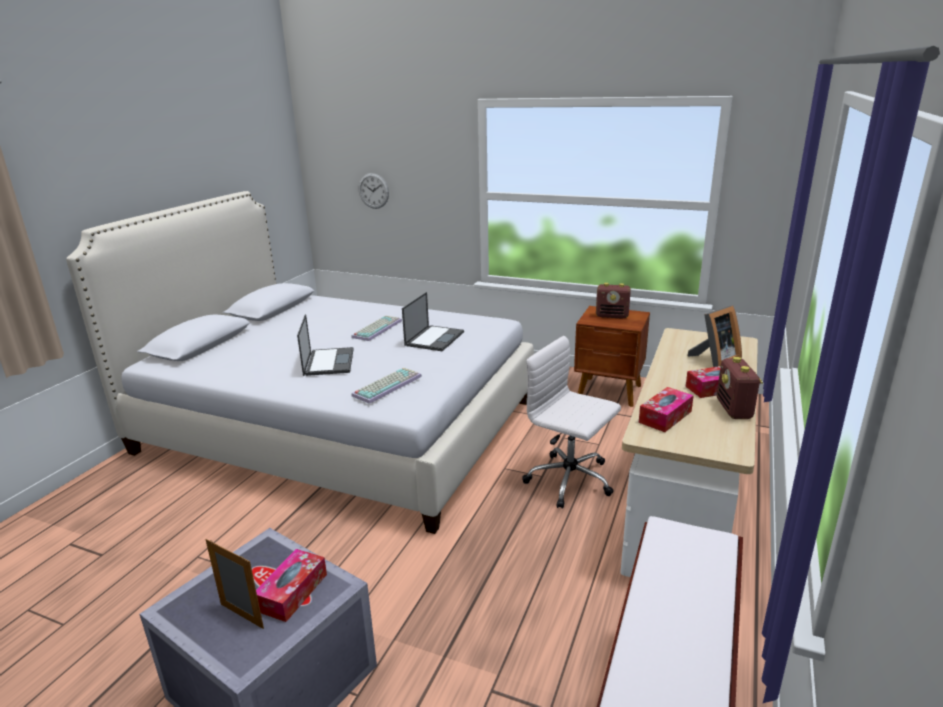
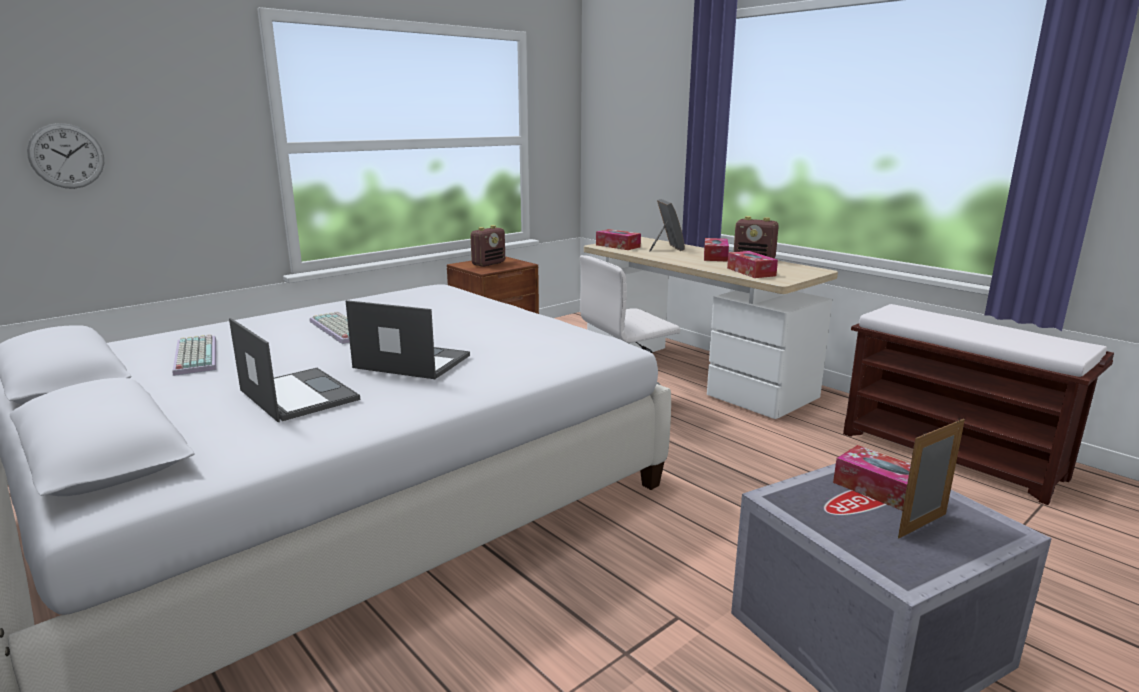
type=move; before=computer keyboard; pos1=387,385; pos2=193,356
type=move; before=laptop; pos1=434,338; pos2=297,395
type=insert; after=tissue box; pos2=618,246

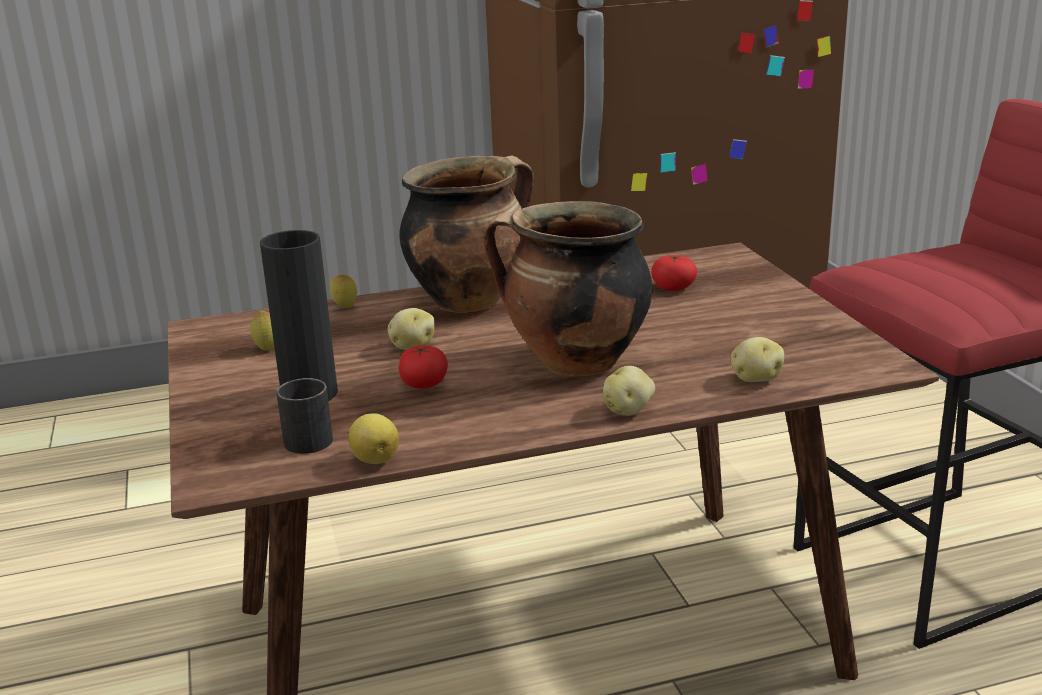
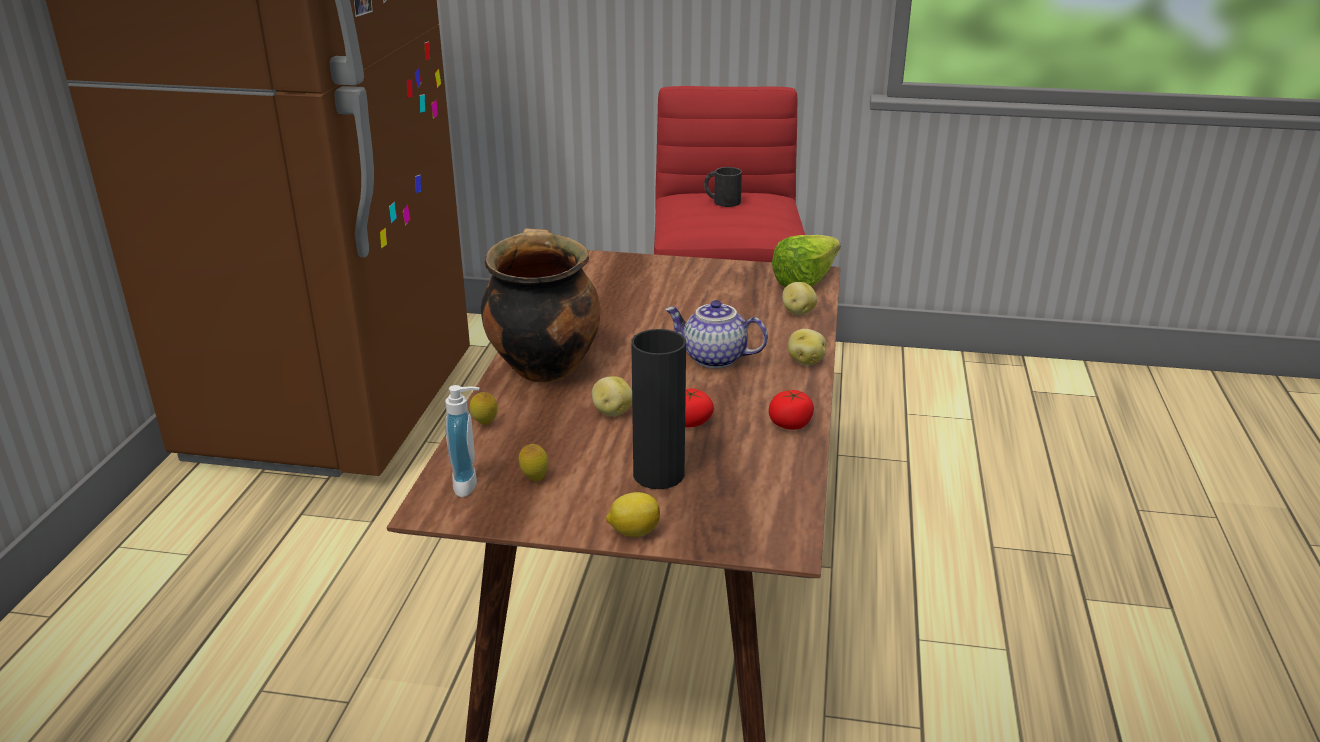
type=insert; after=liquid soap bottle; pos2=470,484
type=move; before=whole lemon; pos1=375,459; pos2=633,531
type=replace; before=stockpot; after=pot for tea; pos1=574,363; pos2=713,359
type=move; before=mug (black); pos1=309,436; pos2=721,201
type=move; before=fresh tomato; pos1=673,287; pos2=790,423
type=insert; after=lettuce; pos2=810,280

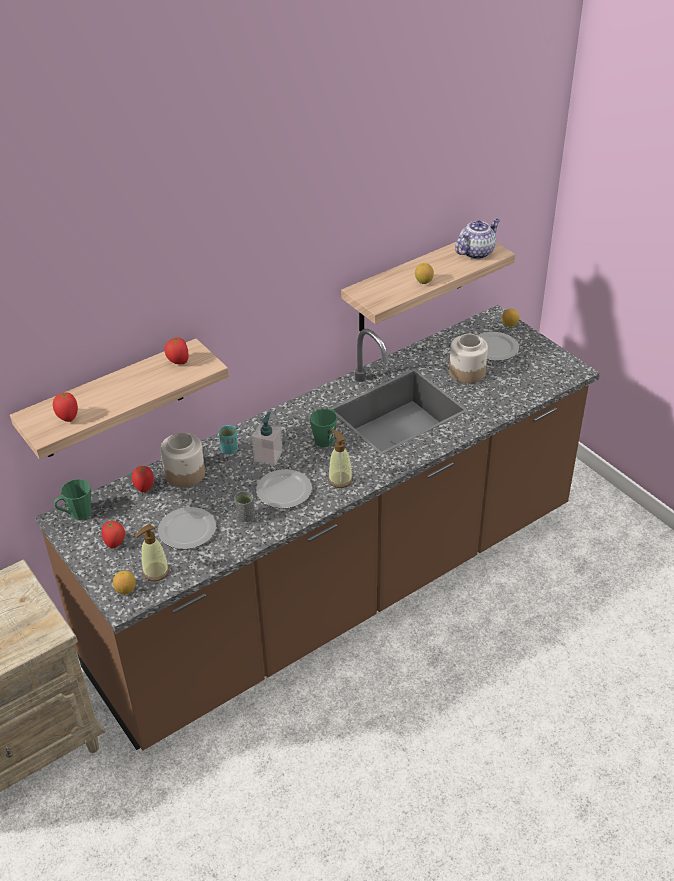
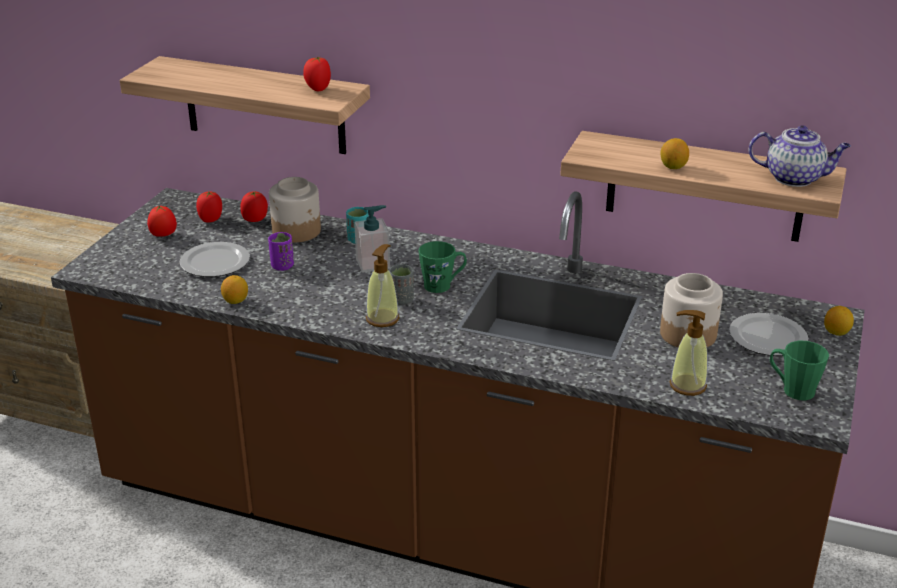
type=move; before=fresh tomato; pos1=67,417; pos2=211,219
type=move; before=whole lemon; pos1=125,590; pos2=235,301
type=insert; after=cup (purple-coloured); pos2=282,266
type=move; before=cup (greyish); pos1=245,517; pos2=401,300
type=move; before=liquid soap bottle; pos1=155,571; pos2=687,385
type=move; before=mug (green); pos1=77,514; pos2=792,389
type=delete; before=dinner plate; pos1=285,490

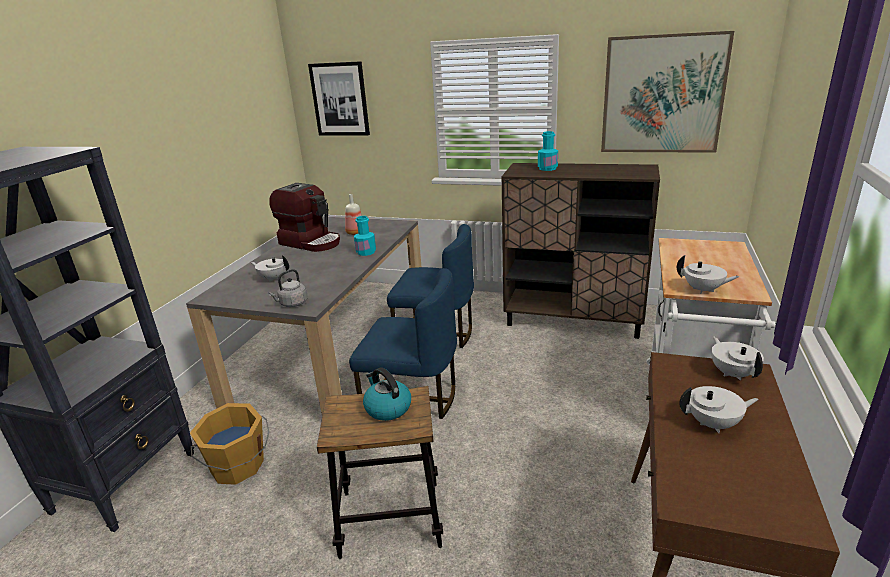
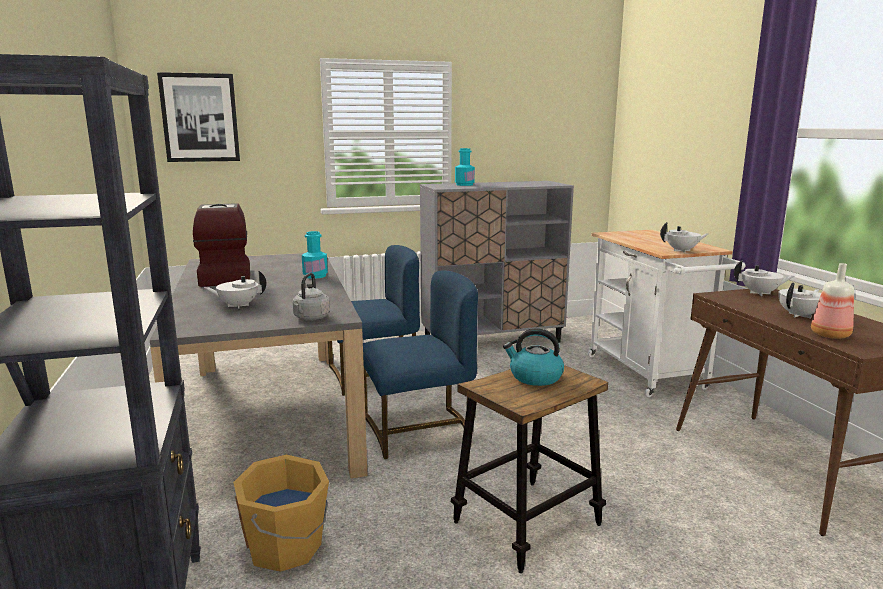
type=rotate; before=coffee brewer; pos1=311,242; pos2=224,277; turn=-105
type=recolor; before=cupboard (brown-coloured); after=cupboard (greyish); pos1=573,320; pos2=492,340
type=rotate; before=pot for tea (white); pos1=733,373; pos2=760,293; turn=150
type=move; before=drink bottle; pos1=355,233; pos2=830,335
type=delete; before=wall art; pos1=662,95

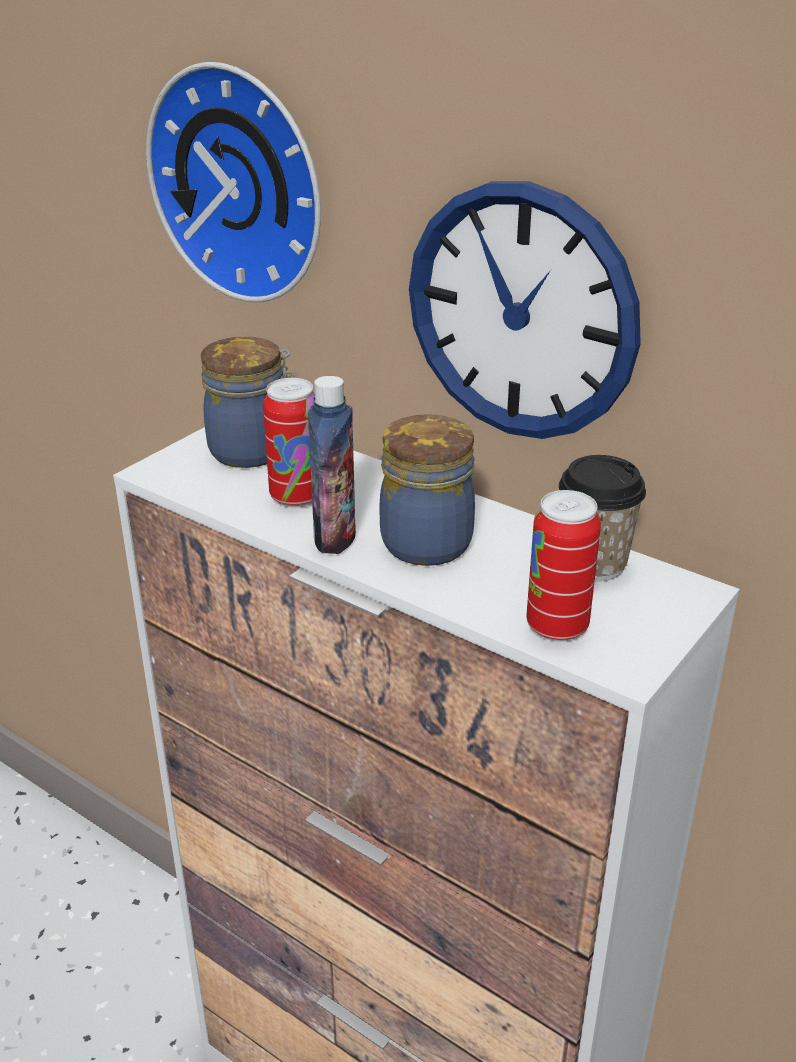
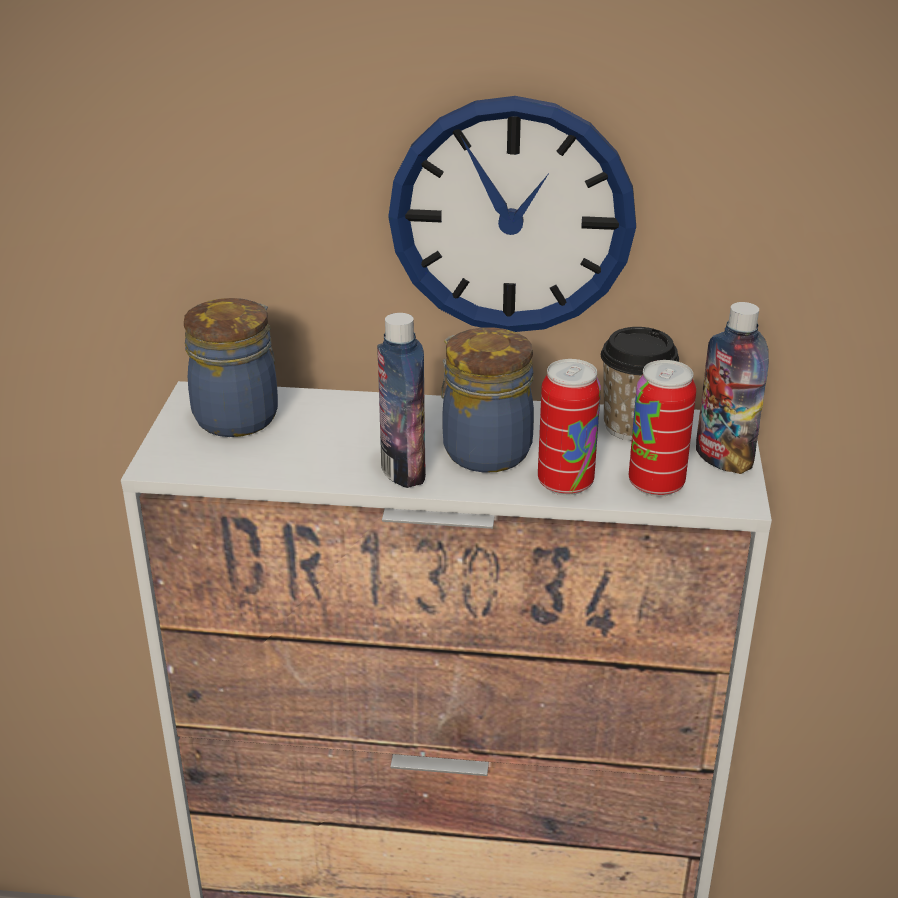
type=move; before=sealed can; pos1=296,497; pos2=565,483
type=insert; after=drink bottle; pos2=723,458
type=delete; before=hanging clock; pos1=244,183

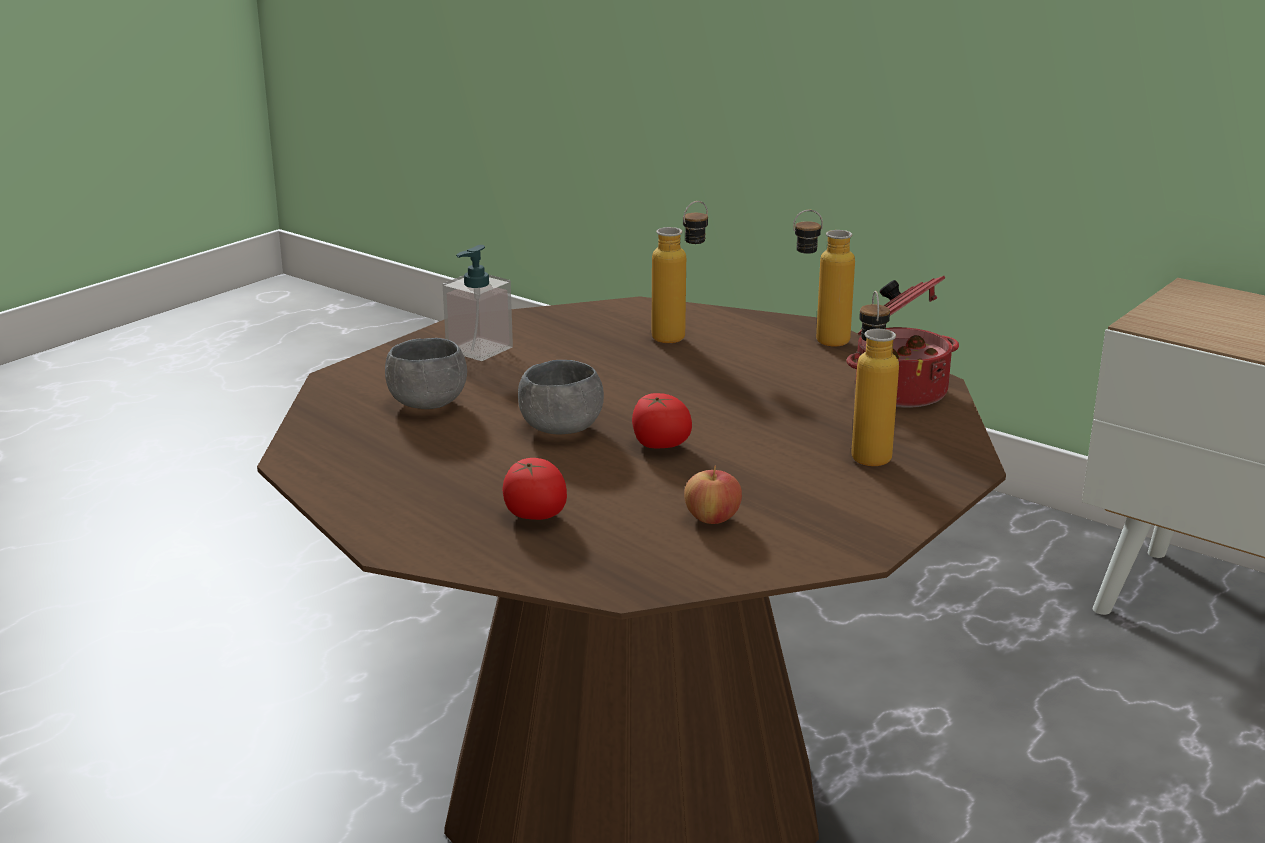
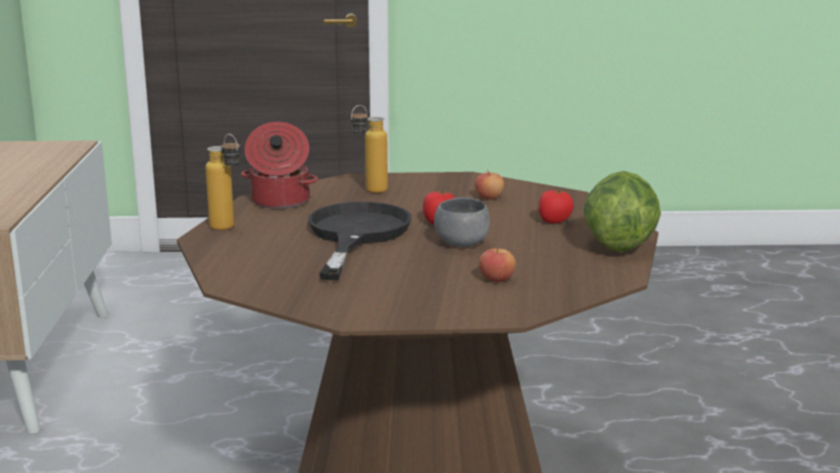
type=insert; after=frying pan (black); pos2=355,235
type=replace; before=deep dish (greyish); after=whole apple; pos1=427,403; pos2=496,279
type=insert; after=lettuce; pos2=618,245
type=delete; before=liquid soap bottle; pos1=479,349
type=delete; before=drink bottle; pos1=680,335

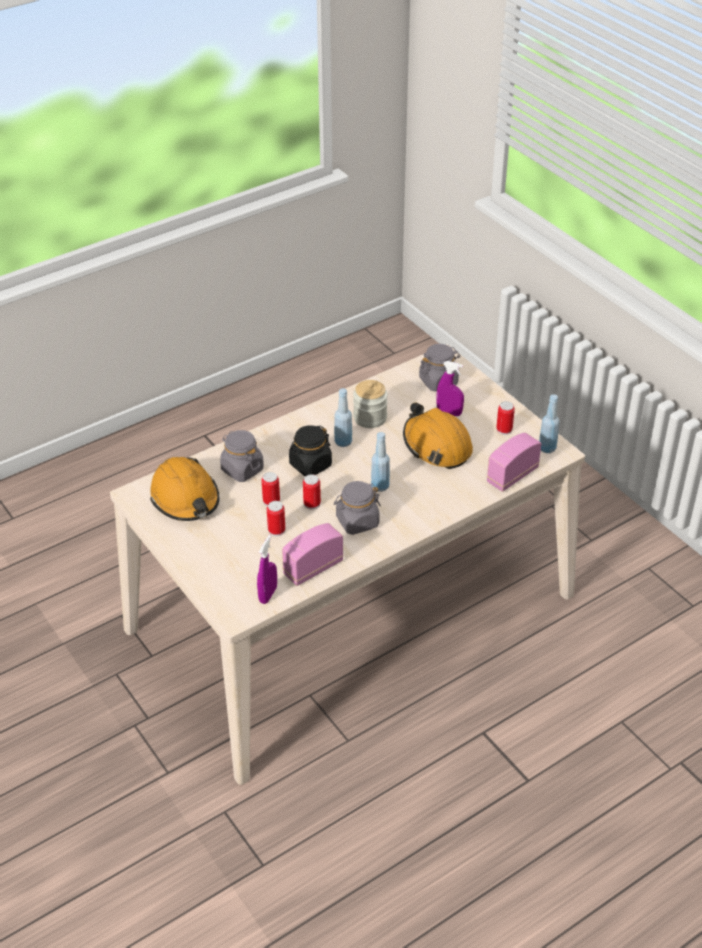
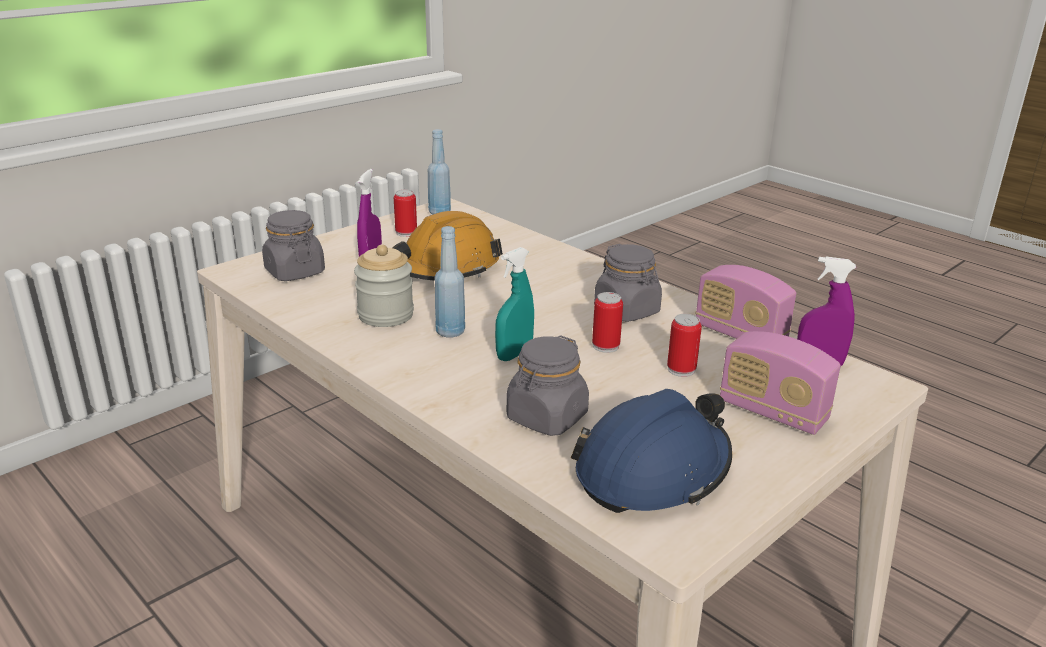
type=replace; before=storage jar (black); after=sprayer (blue-green); pos1=310,465; pos2=514,354
type=recolor; before=hard hat (orangey); after=hard hat (bluish); pos1=185,499; pos2=653,471
type=move; before=radio set; pos1=512,476; pos2=772,412
type=delete; before=sealed can; pos1=271,501
type=delete; before=drink bottle (bluish); pos1=380,486

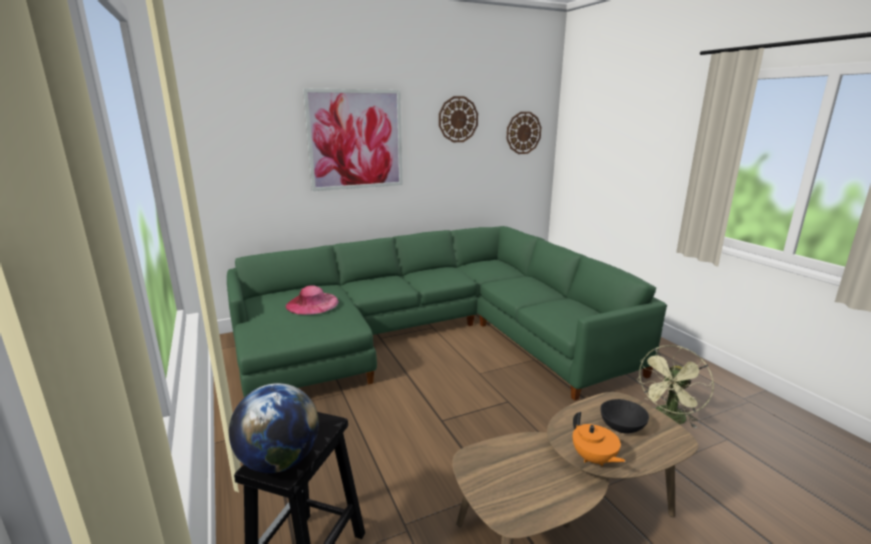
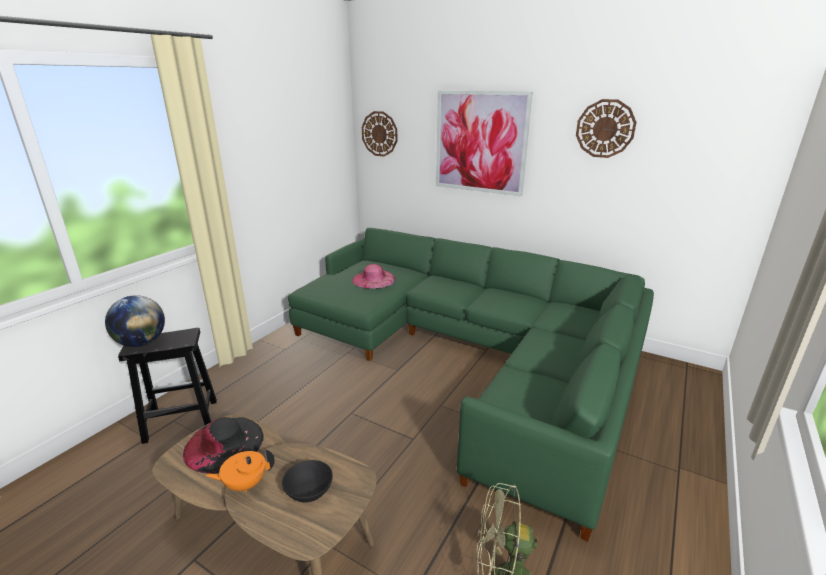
type=insert; after=clothing hat (black); pos2=224,444
type=rotate; before=pot for tea (orangey); pos1=593,459; pos2=245,483; turn=45
type=move; before=hanging clock; pos1=523,133; pos2=379,134

